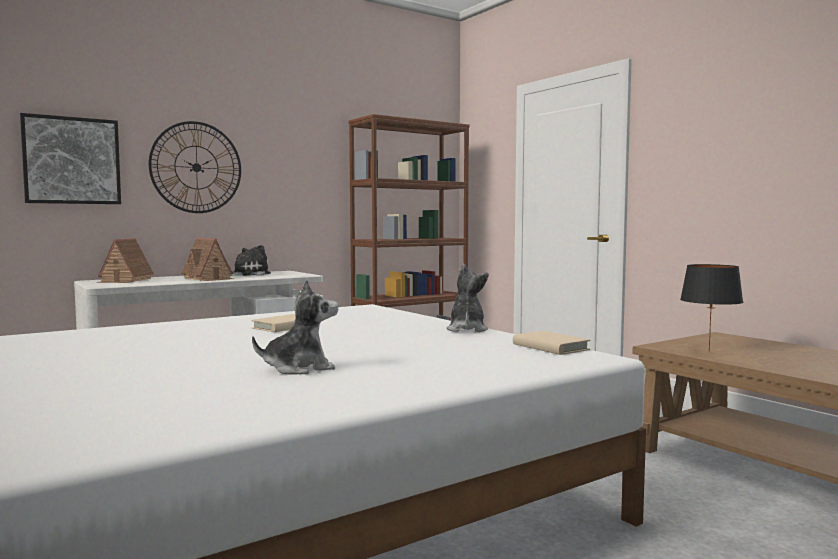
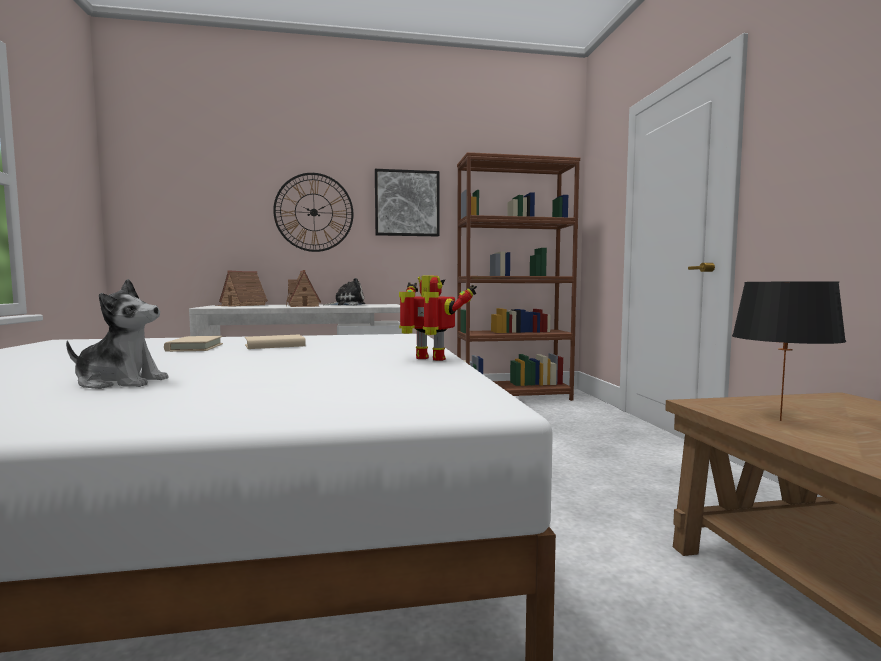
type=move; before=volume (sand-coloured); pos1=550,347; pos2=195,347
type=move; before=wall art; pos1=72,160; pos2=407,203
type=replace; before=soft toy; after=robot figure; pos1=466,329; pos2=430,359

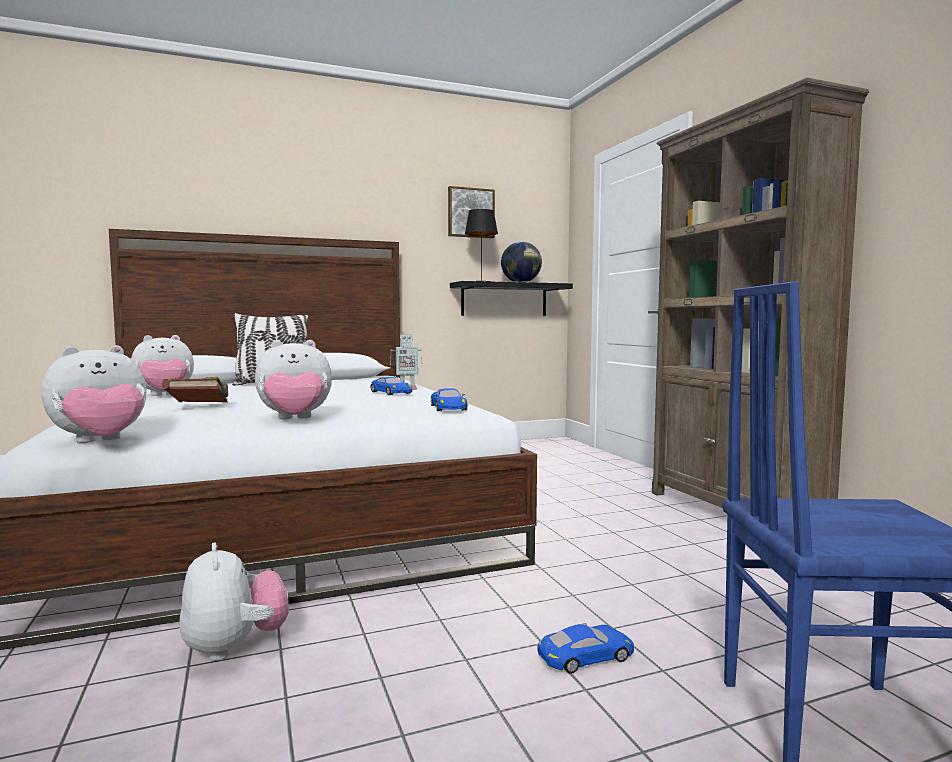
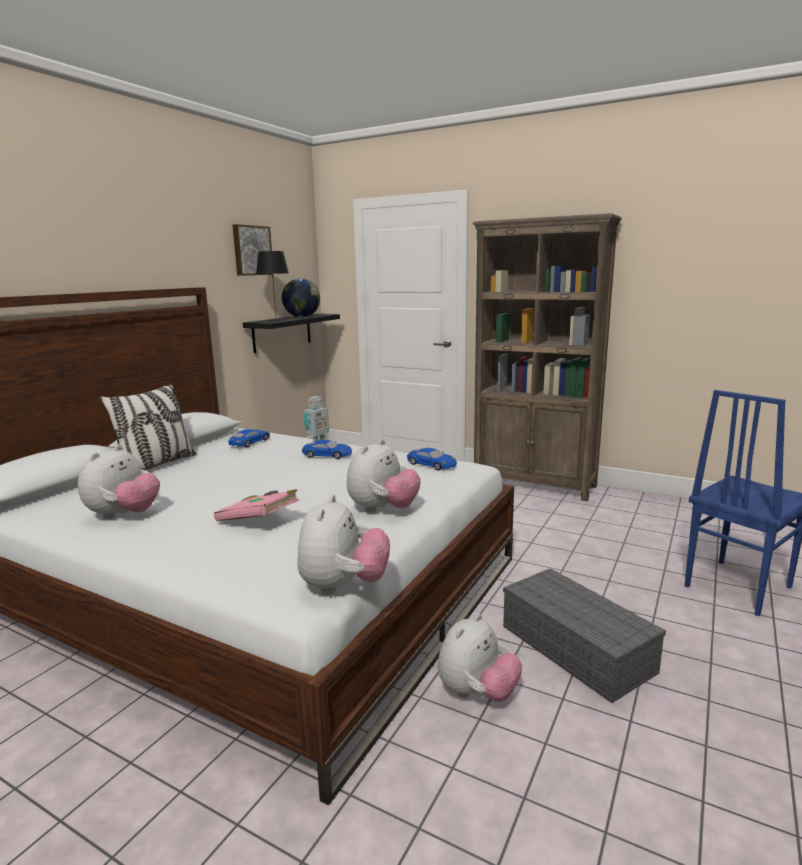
type=recolor; before=volume (brown-coloured); after=volume (pink-coloured); pos1=200,407; pos2=258,520
type=move; before=toy car (bluish); pos1=586,656; pos2=250,442
type=rotate; before=soft toy; pos1=234,647; pos2=477,693; turn=105
type=insert; after=storage bin (greyish); pos2=579,649

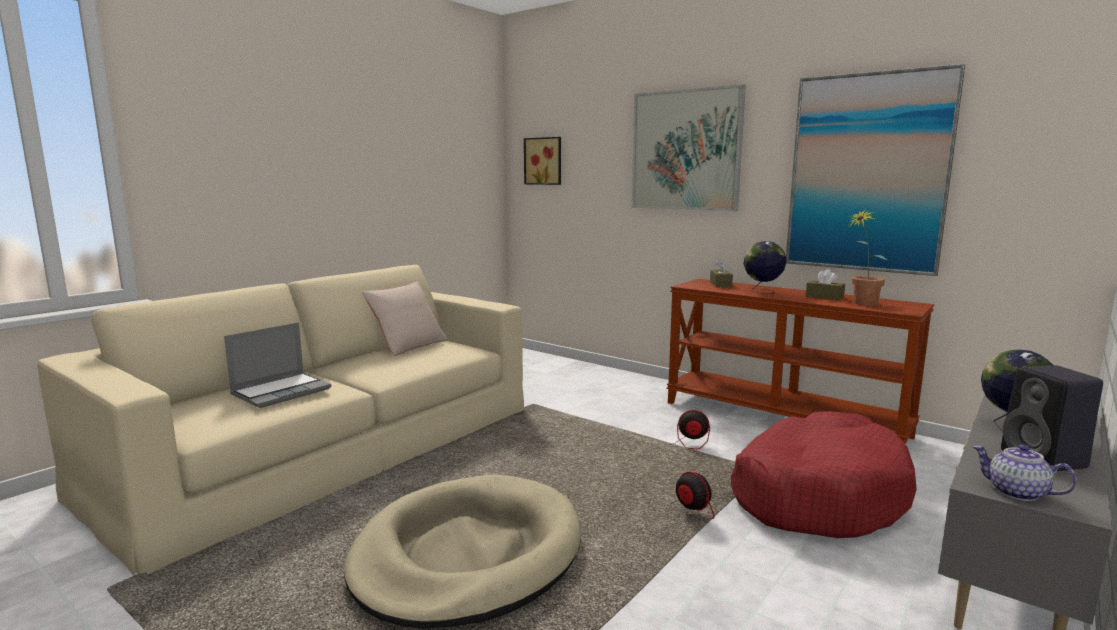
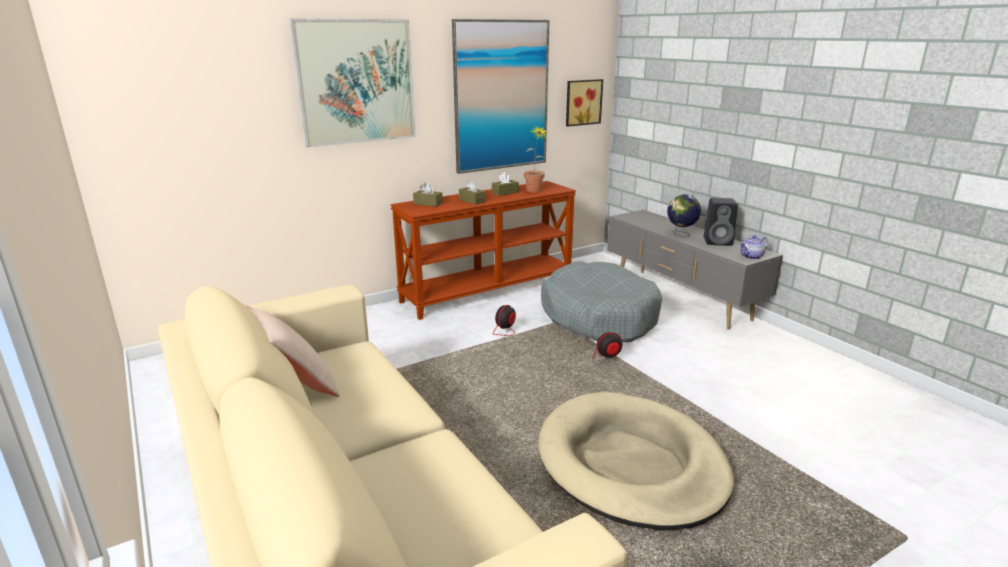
type=replace; before=world globe; after=tissue box (brown-coloured); pos1=762,292; pos2=472,201
type=recolor; before=pet bed (reddish); after=pet bed (greyish); pos1=817,494; pos2=599,316
type=move; before=wall art; pos1=544,161; pos2=582,102
type=delete; before=laptop; pos1=282,391

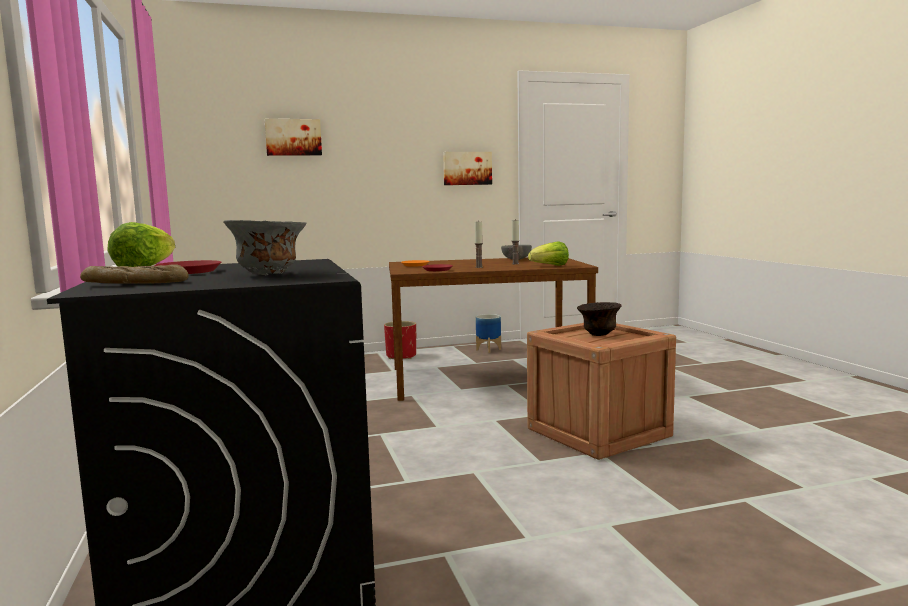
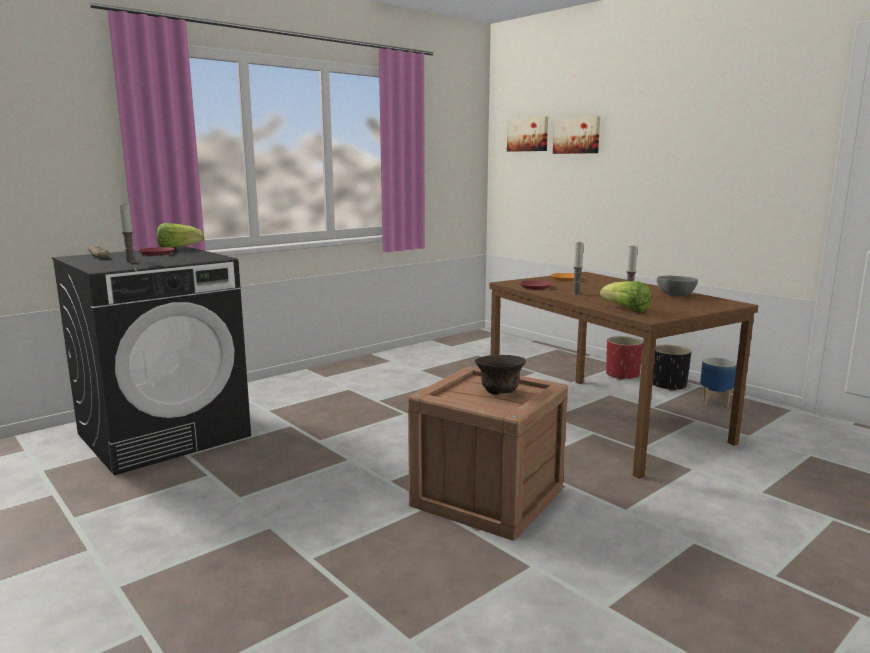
type=replace; before=deep dish (greyish); after=wax light; pos1=268,274; pos2=130,262
type=move; before=wall art; pos1=467,168; pos2=528,134
type=insert; after=planter (black); pos2=668,385

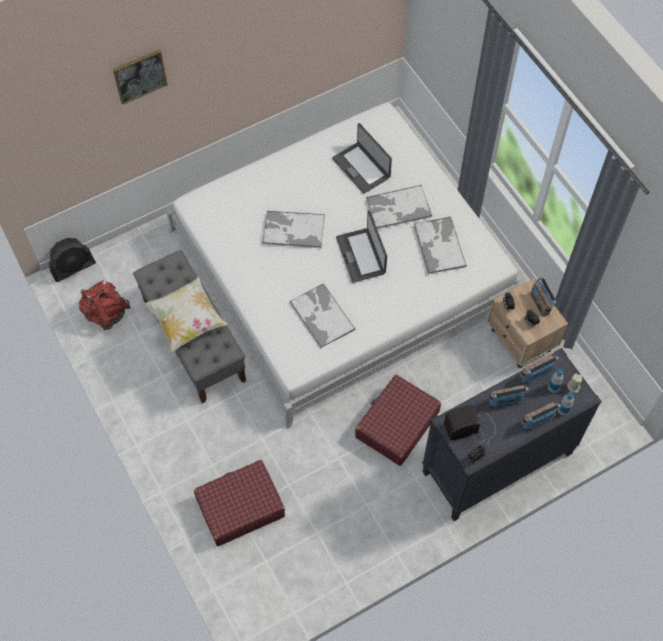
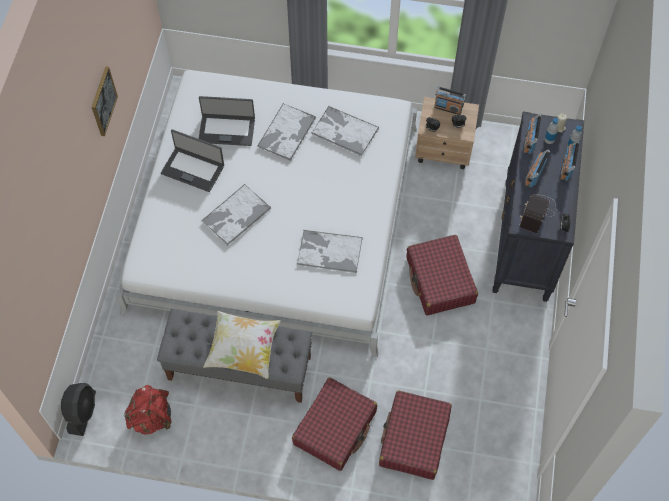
type=move; before=wall art; pos1=140,76; pos2=103,101
type=move; before=laptop; pos1=361,255; pos2=193,169
type=insert; after=piece of luggage (reddish); pos2=335,428

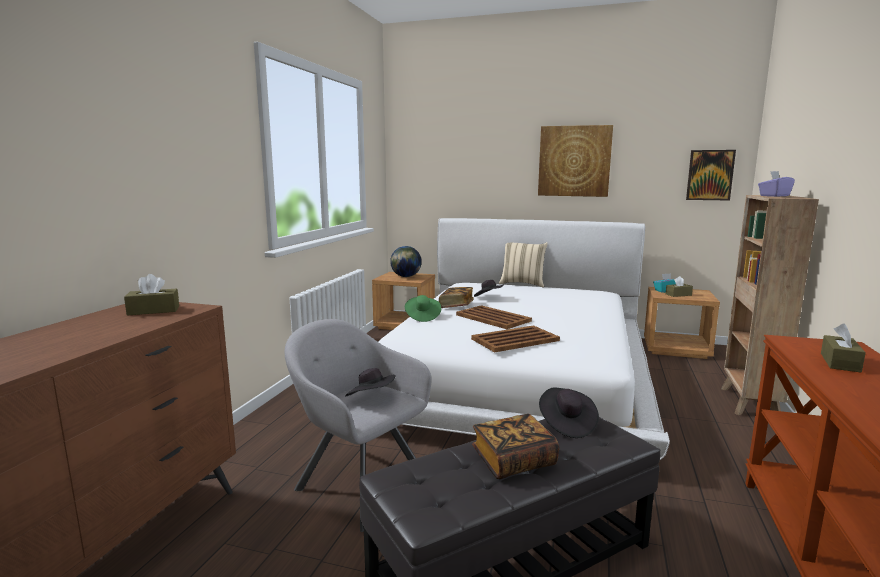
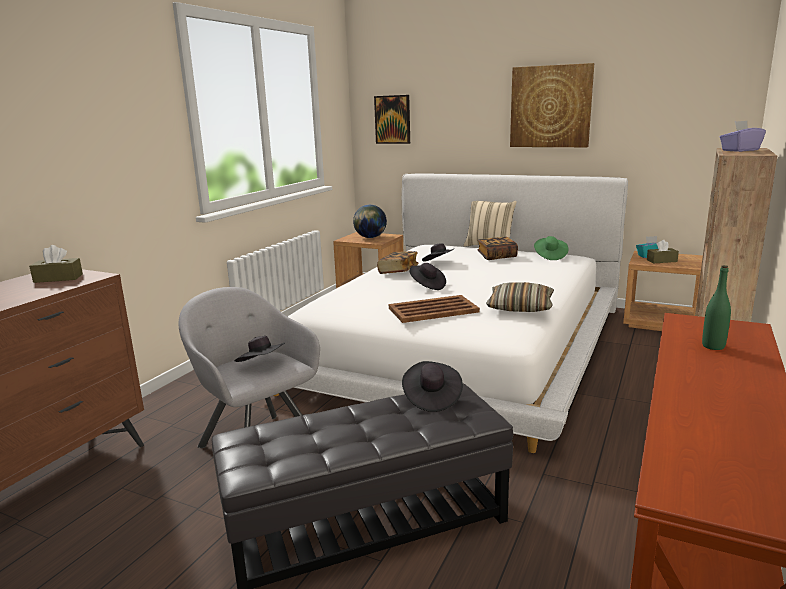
type=move; before=wall art; pos1=710,175; pos2=392,119
type=replace; before=carrying tray (brown-coloured); after=clothing hat (black); pos1=493,318; pos2=427,286
type=move; before=volume; pos1=513,461; pos2=497,256
type=insert; after=cushion; pos2=520,307
type=move; before=clothing hat (green); pos1=422,317; pos2=550,256
type=replace; before=tissue box (brown-coloured); after=drink bottle (green); pos1=840,362; pos2=713,346

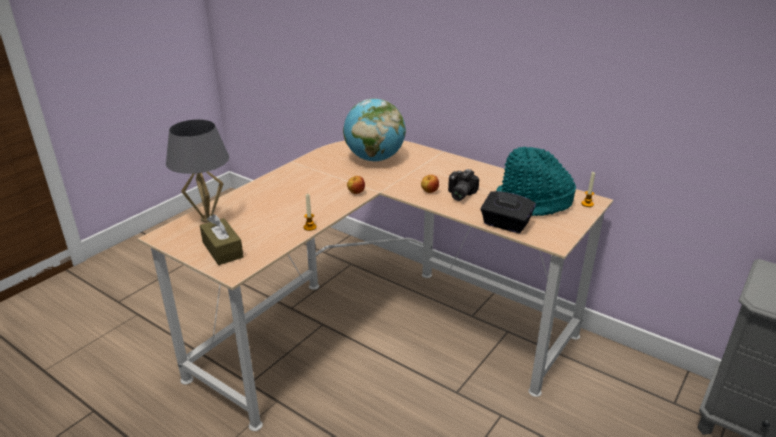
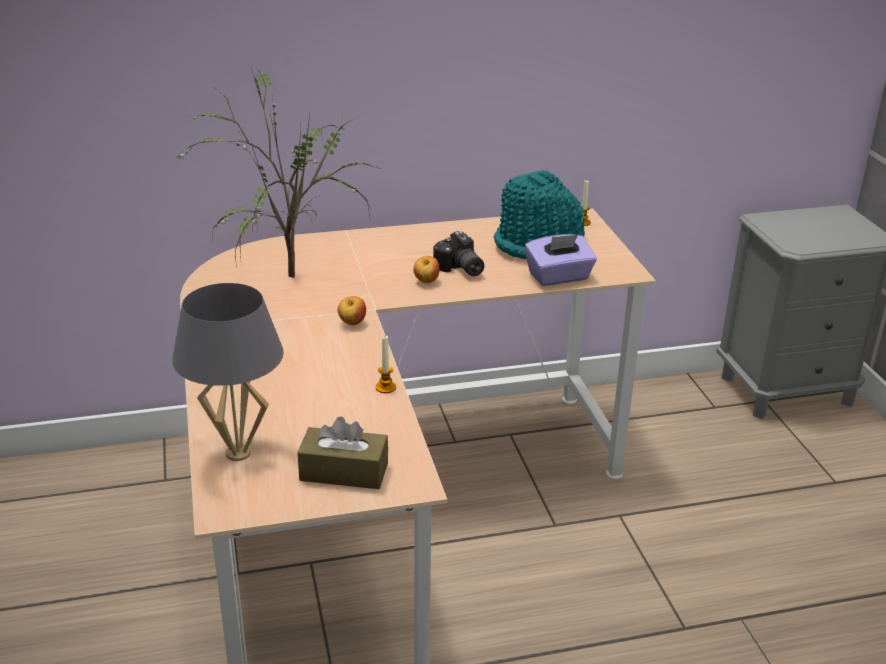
type=replace; before=world globe; after=plant in a pot; pos1=374,159; pos2=286,275
type=recolor; before=tissue box (black); after=tissue box (purple-coloured); pos1=505,224; pos2=559,277

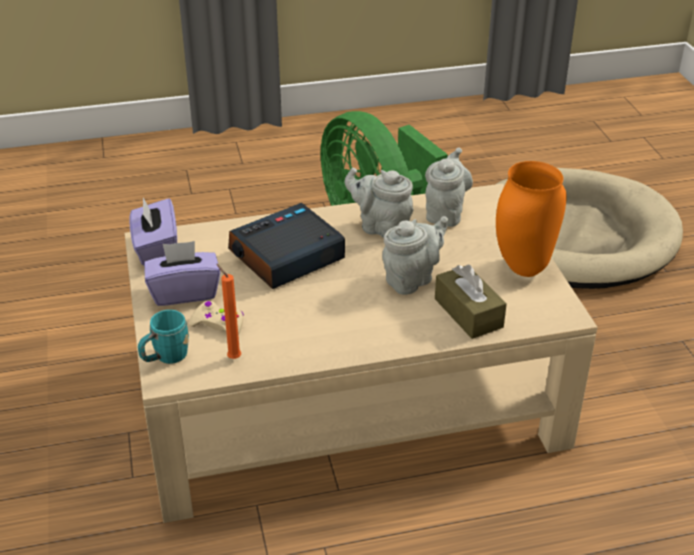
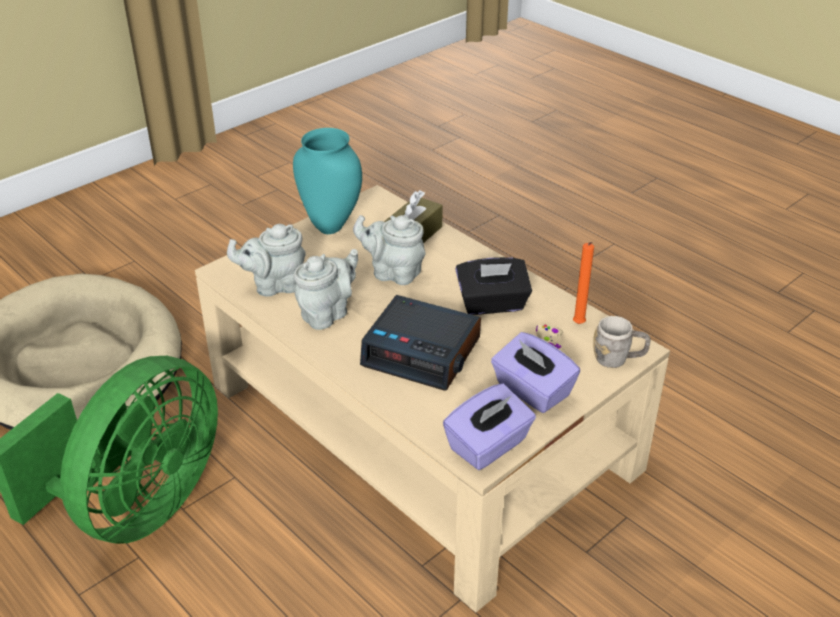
type=recolor; before=flower vase (orangey); after=flower vase (blue-green); pos1=522,267; pos2=330,227
type=rotate; before=pot for tea (greyish); pos1=381,227; pos2=327,313; turn=-135
type=insert; after=tissue box (black); pos2=492,304
type=recolor; before=mug (blue-green); after=mug (greyish); pos1=165,358; pos2=618,360

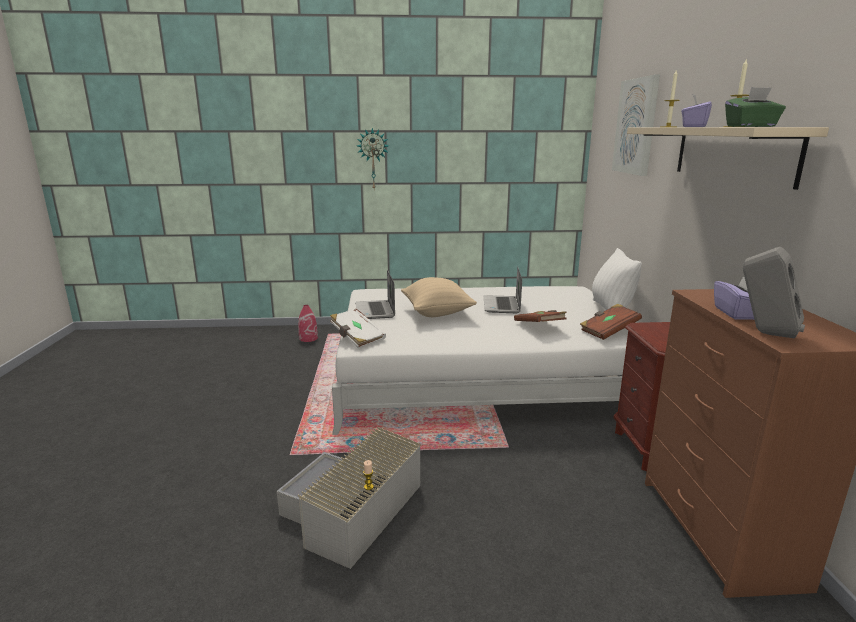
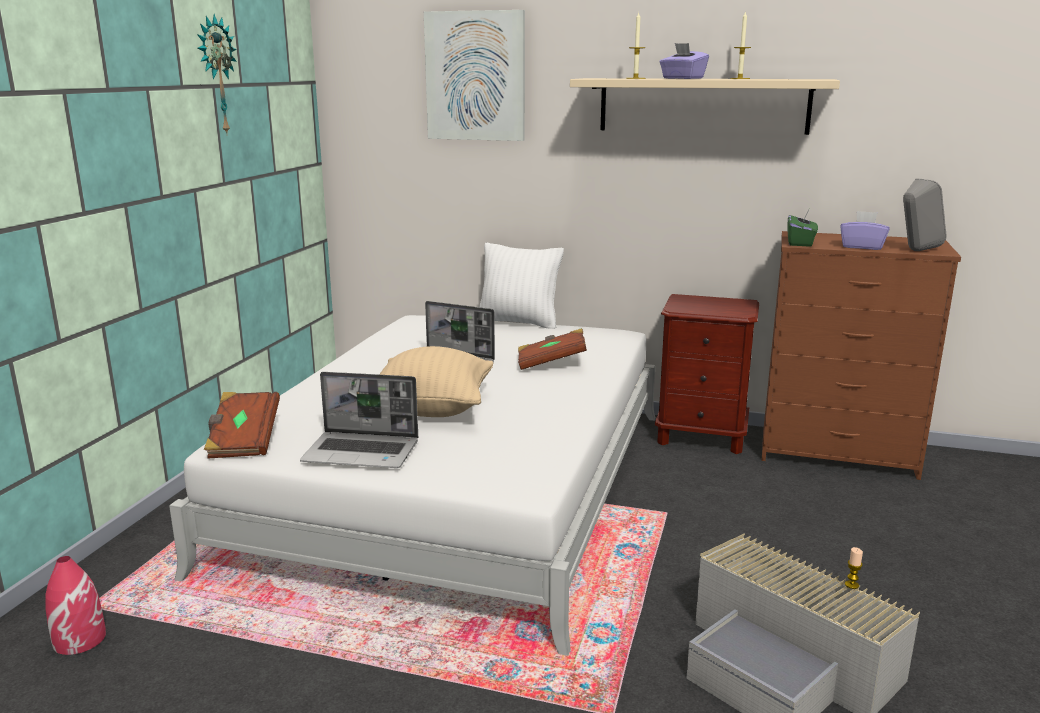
type=move; before=hanging clock; pos1=373,159; pos2=216,75
type=move; before=volume (brown-coloured); pos1=608,331; pos2=243,441
type=move; before=tissue box (green); pos1=751,126; pos2=800,243
type=delete; before=volume (white); pos1=357,338

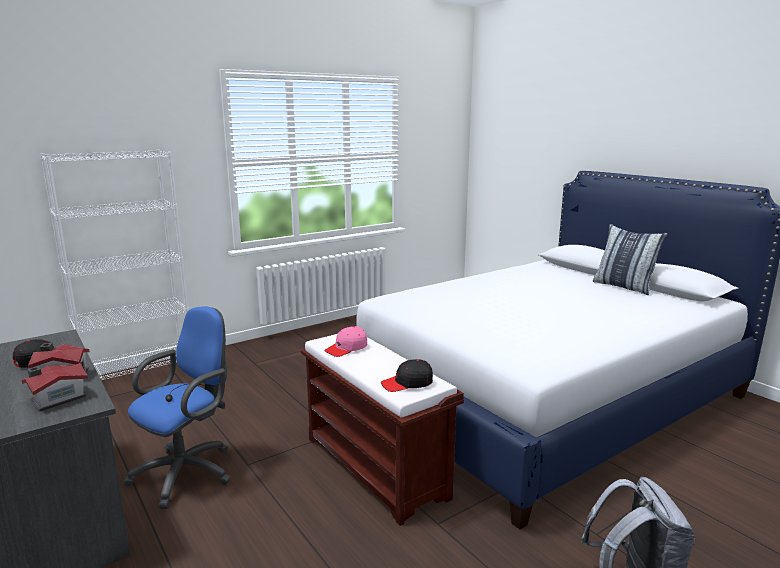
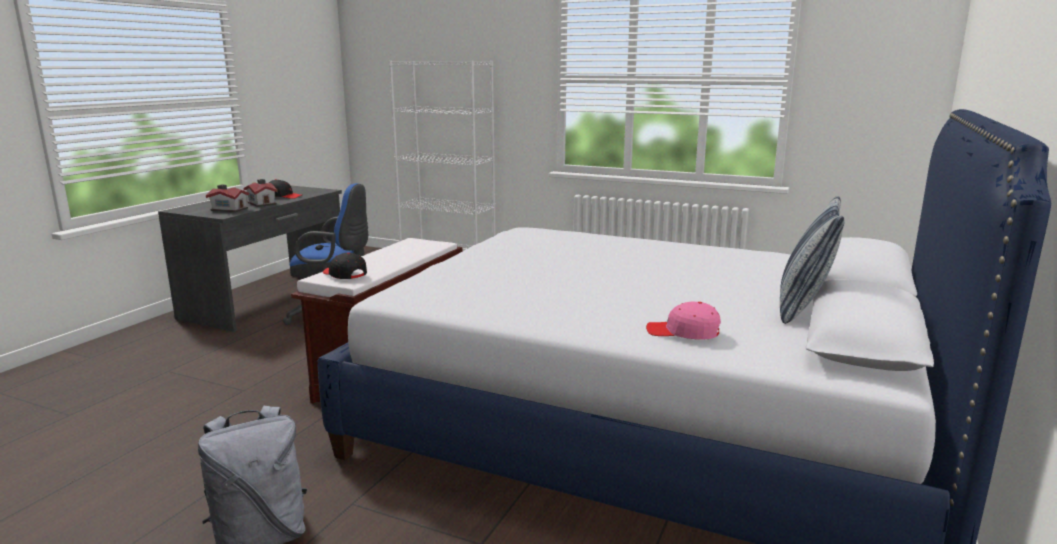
type=move; before=cap (pink-coloured); pos1=346,348; pos2=683,332

